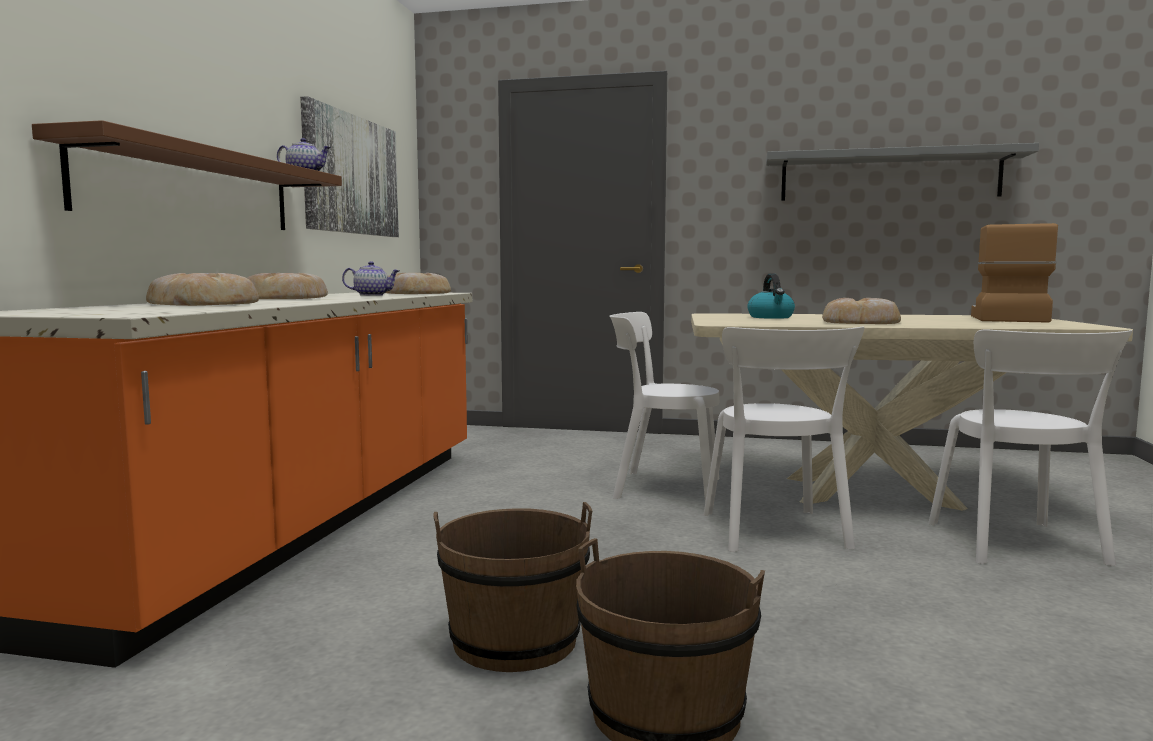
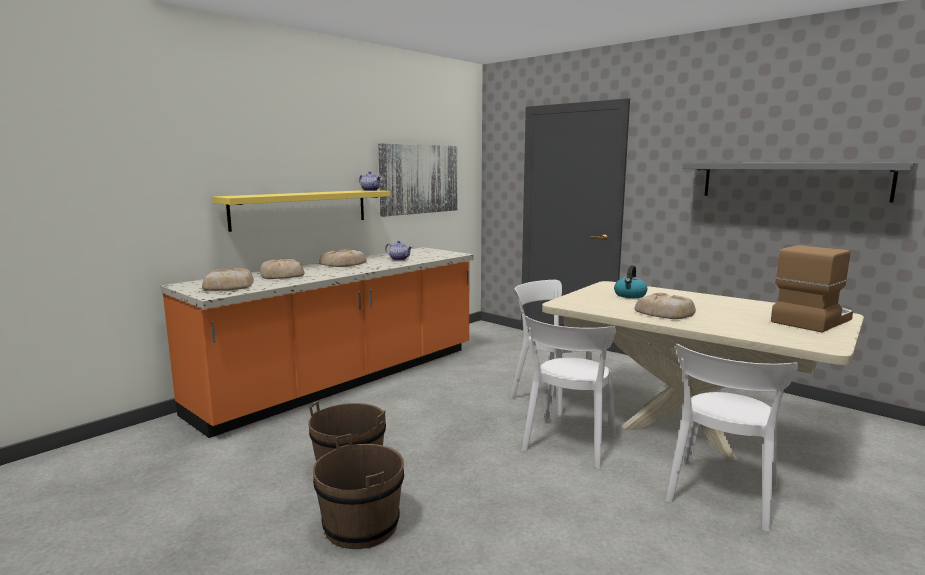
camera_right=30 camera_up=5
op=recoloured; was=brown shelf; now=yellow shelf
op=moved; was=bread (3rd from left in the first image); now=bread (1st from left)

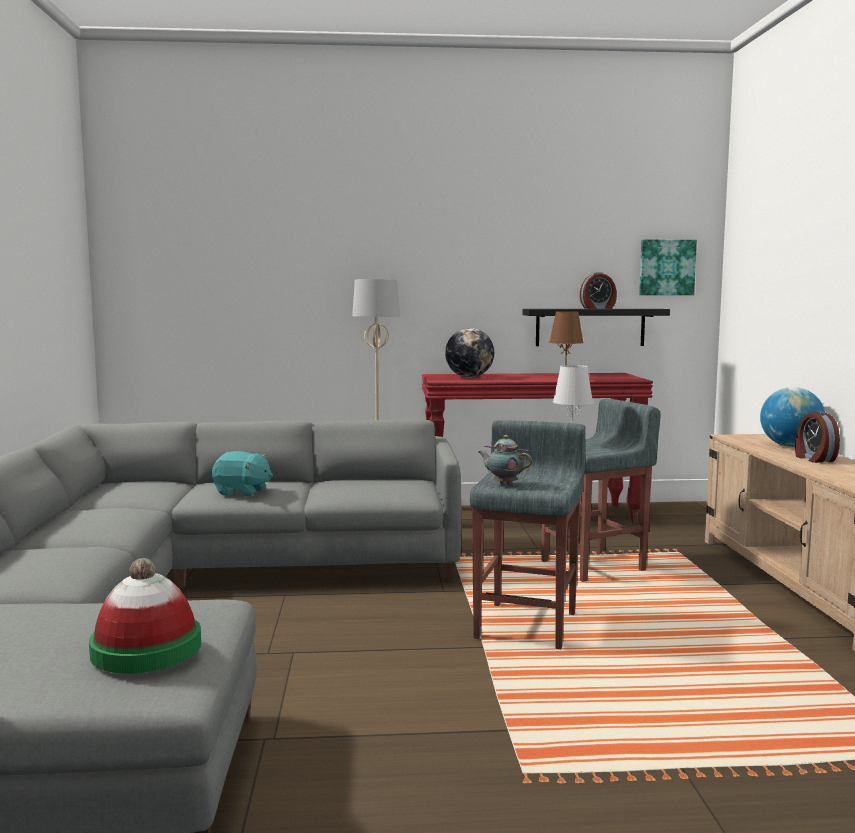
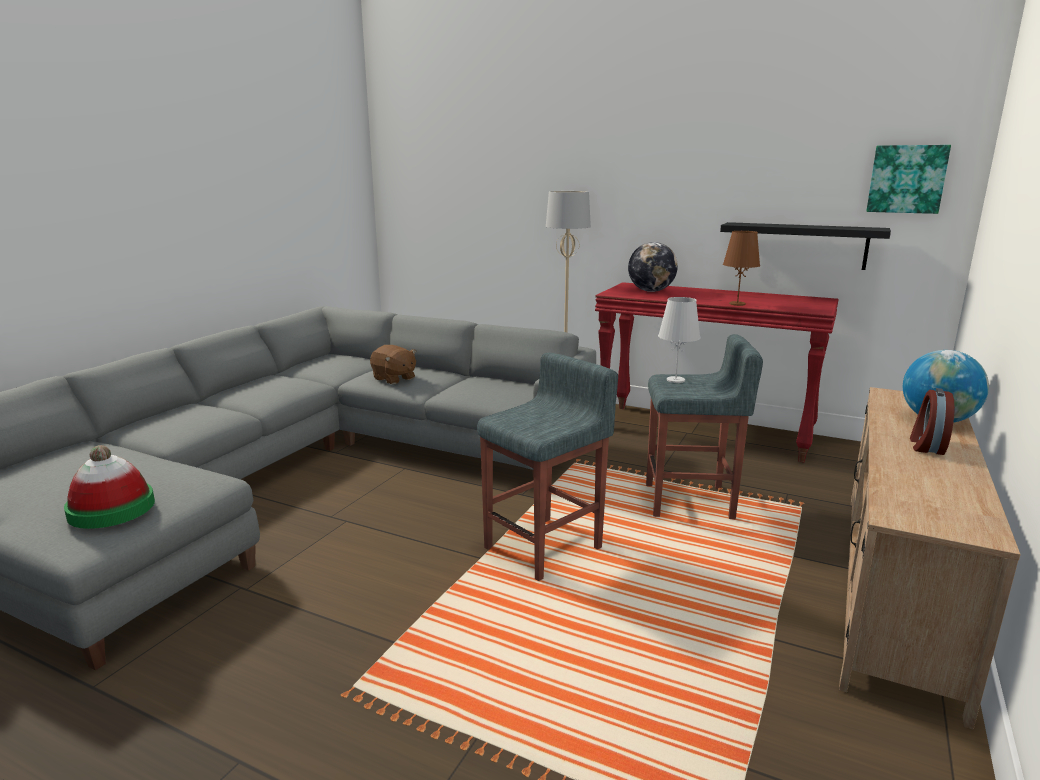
camera_right=30 camera_up=10
op=recoloured; was=turquoise plush toy; now=brown plush toy
op=removed; was=teapot
op=removed; was=alarm clock (1st from left)

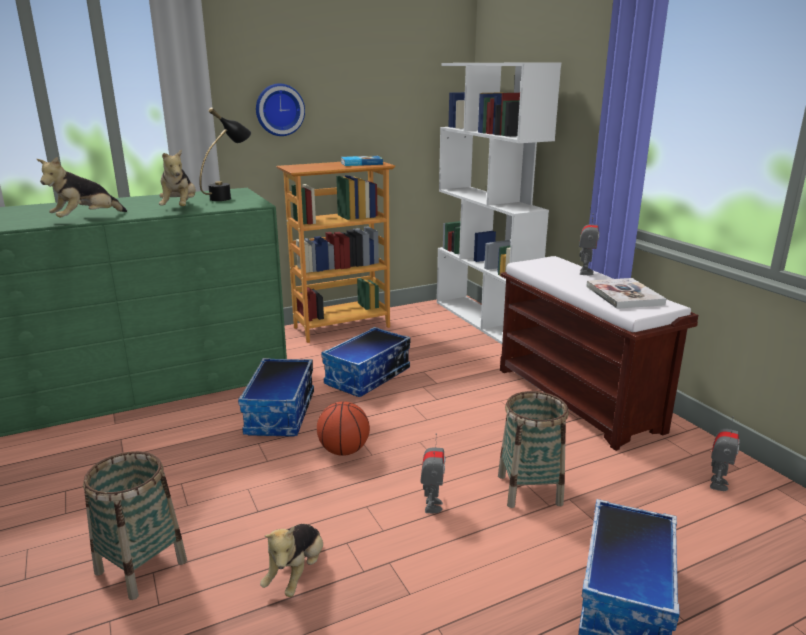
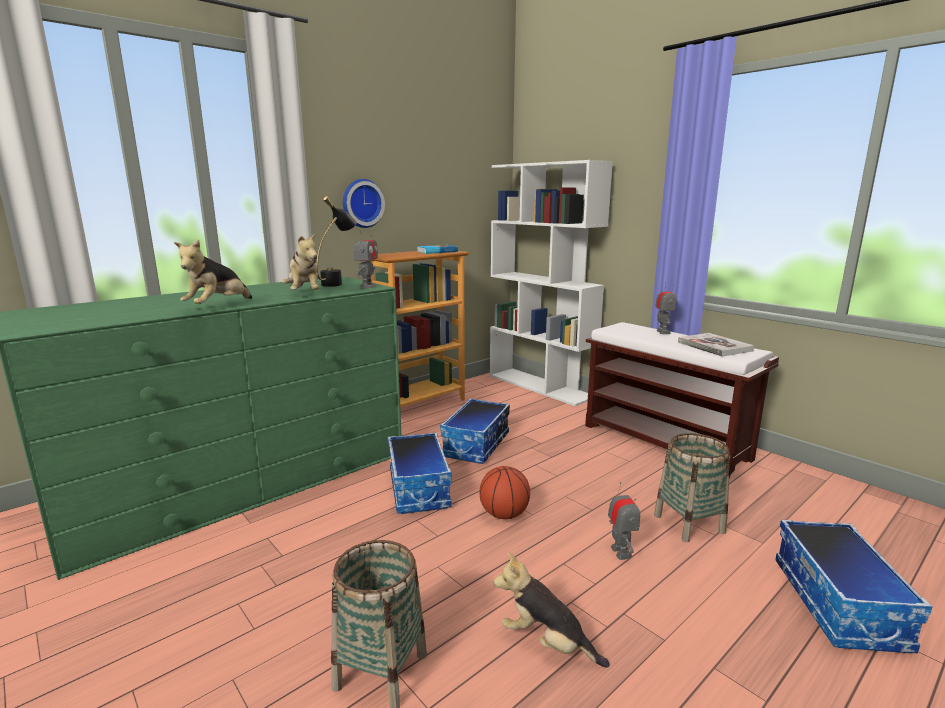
camera_right=-15 camera_up=-5
op=turned; was=plush toy (3rd from left); clockwise=120
op=moved; was=toy robot (3rd from left in the first image); now=toy robot (1st from left)

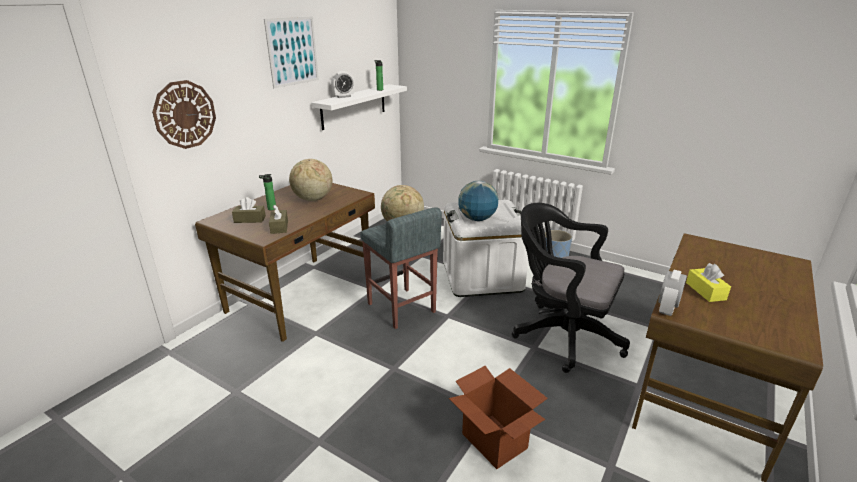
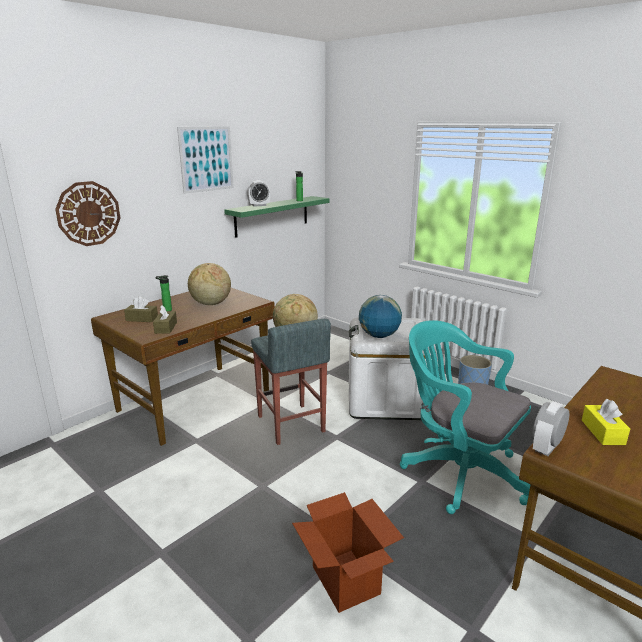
camera_right=10 camera_up=-5
op=recoloured; was=white shelf; now=green shelf
op=recoloured; was=black office chair; now=turquoise office chair

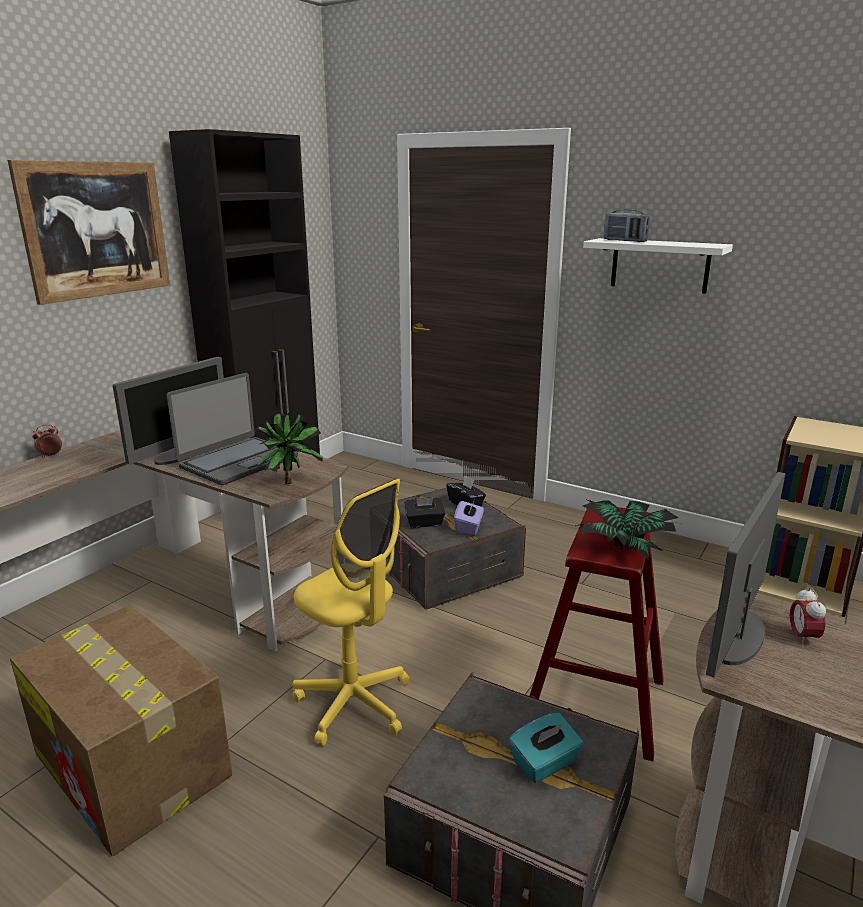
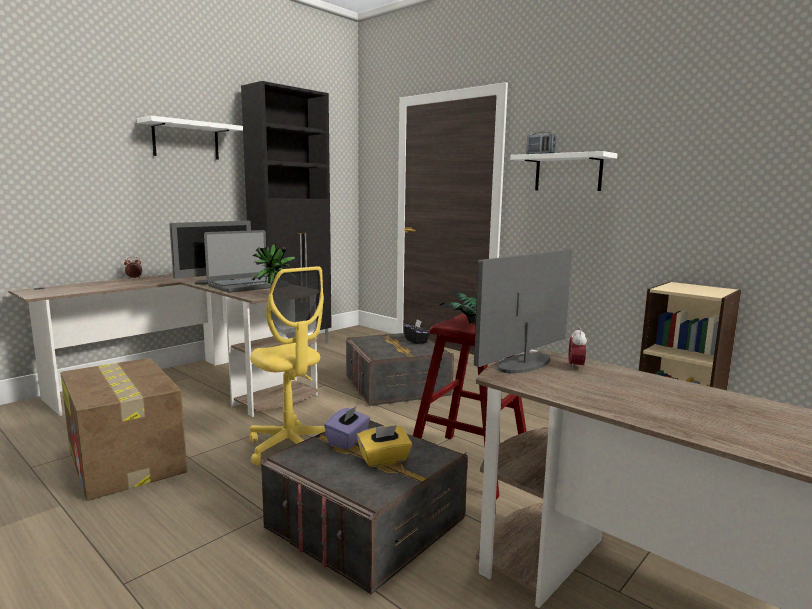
camera_right=10 camera_up=-10
op=replaced; was=picture; now=white shelf (1st from left)
op=removed; was=black tissue box (1st from left)
op=moved; was=purple tissue box
op=recoloured; was=turquoise tissue box; now=yellow tissue box

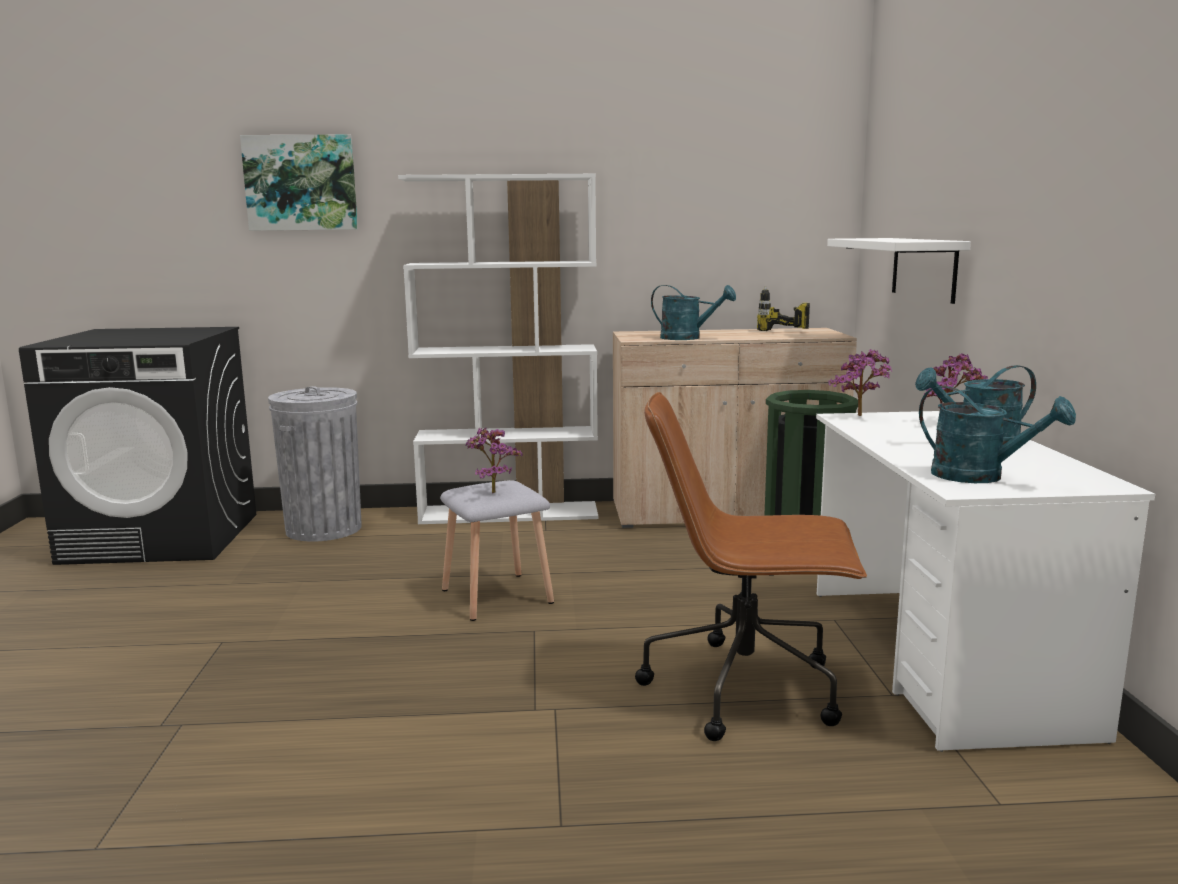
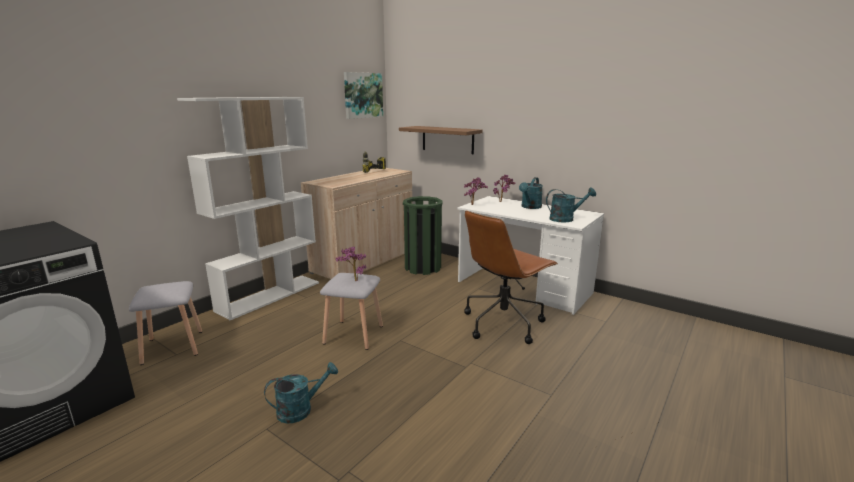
camera_right=-50 camera_up=5
op=moved; was=picture
op=replaced; was=grey trash can; now=grey stool (1st from left)
op=moved; was=turquoise watering can (1st from left)
op=recoloured; was=white shelf; now=brown shelf

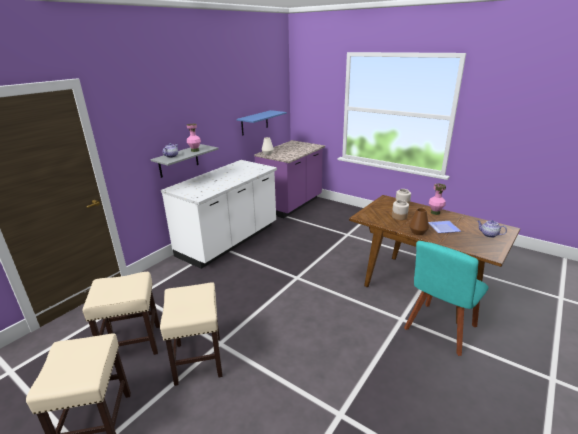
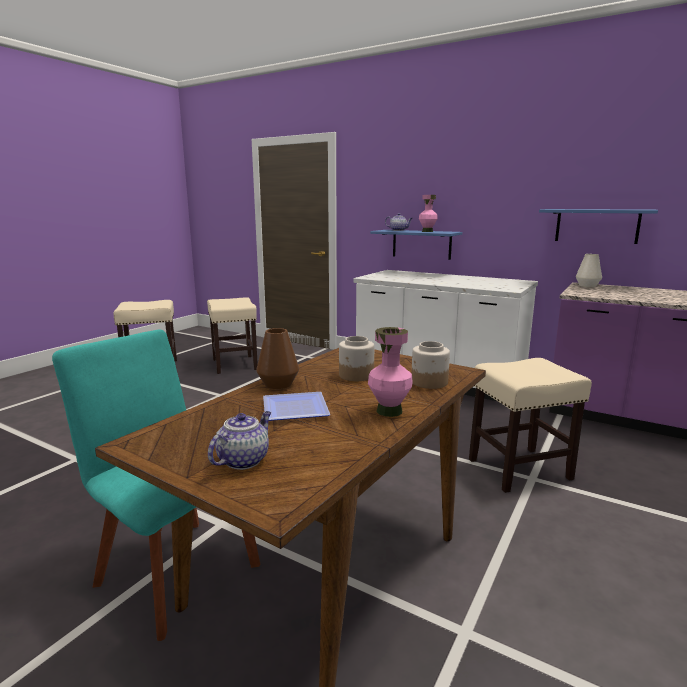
camera_right=85 camera_up=-10
op=recoloured; was=grey shelf; now=blue shelf (1st from left)
op=moved; was=beige stool (3rd from left)

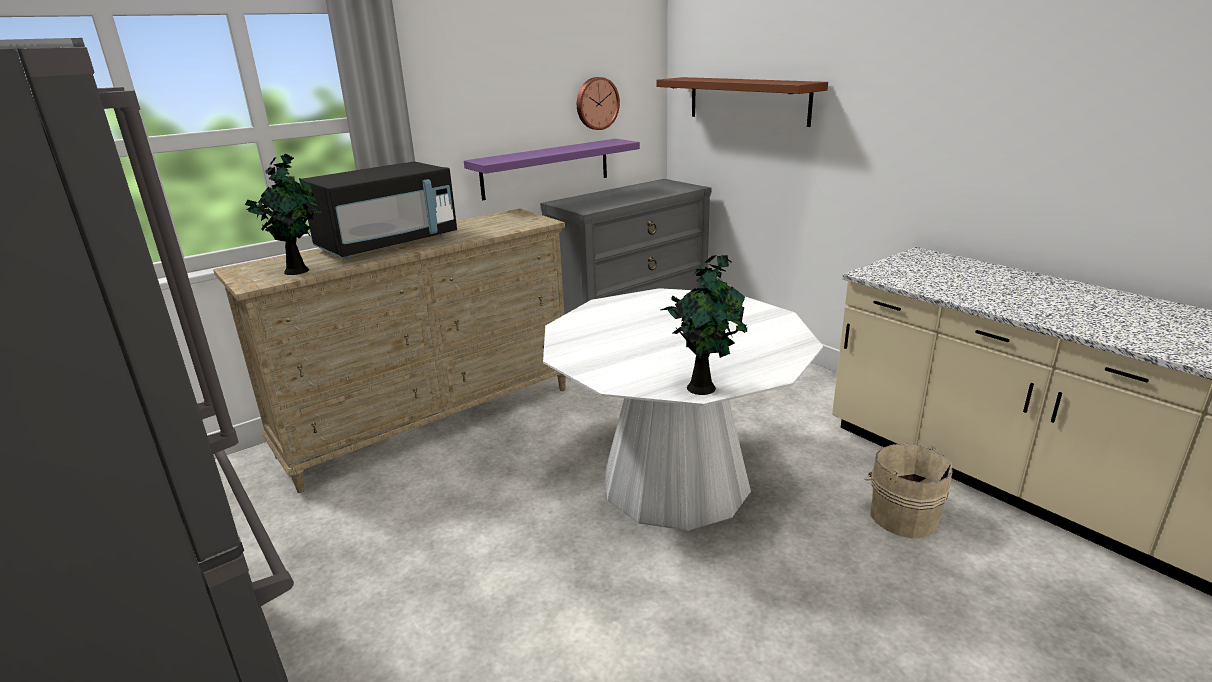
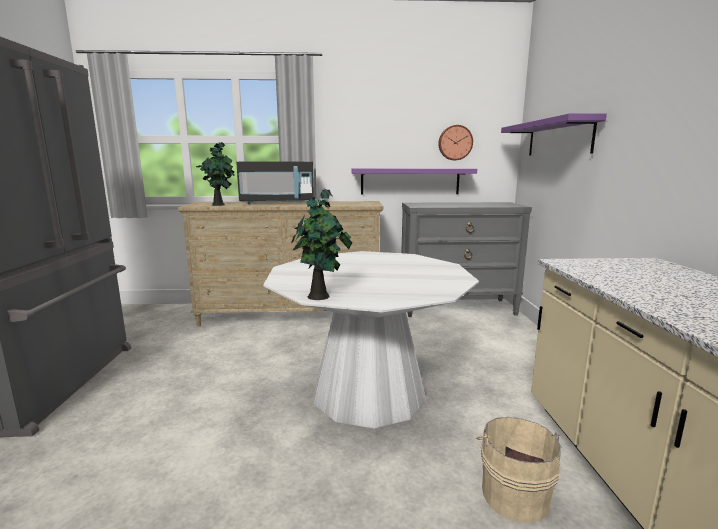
camera_right=35 camera_up=-10
op=recoloured; was=brown shelf; now=purple shelf (2nd from left)

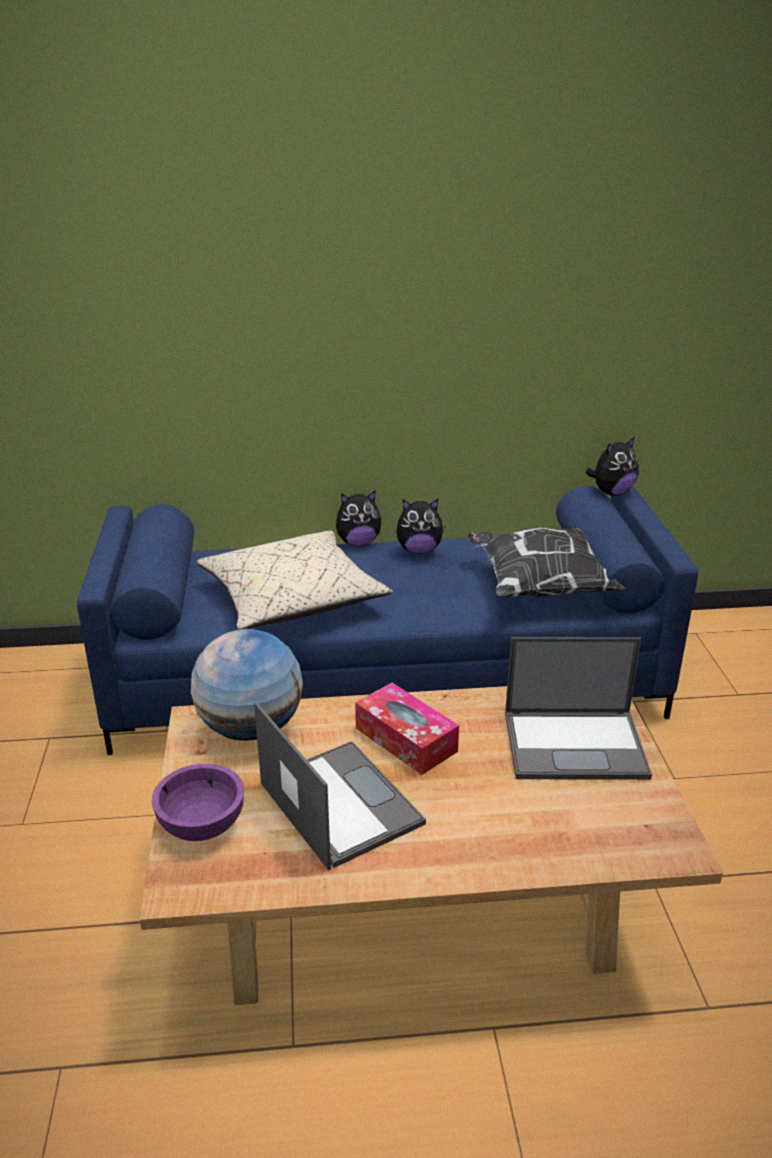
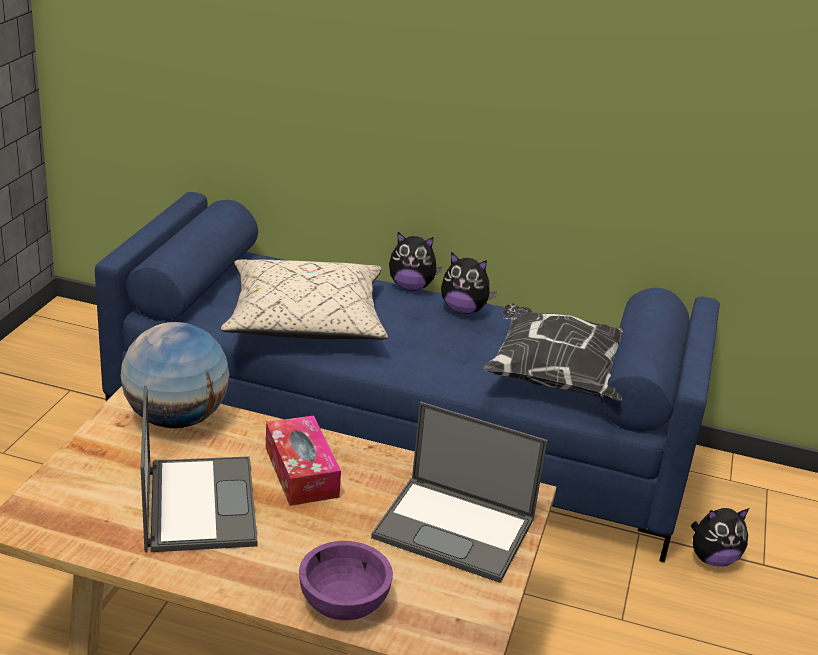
camera_right=20 camera_up=0
op=moved; was=purple bowl
op=moved; was=plush toy (3rd from left)

